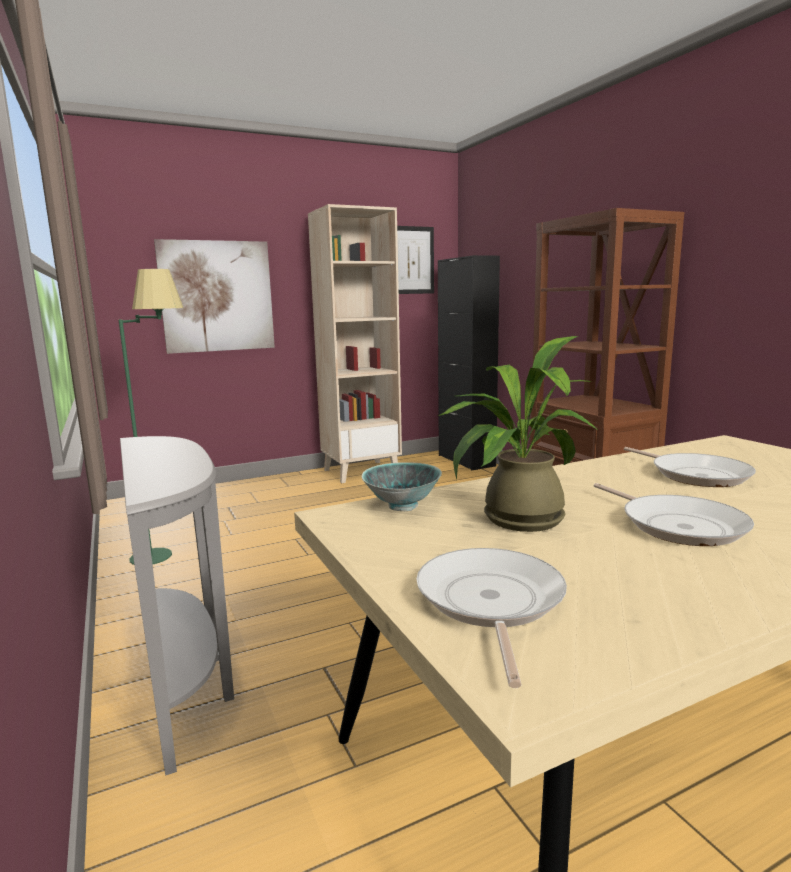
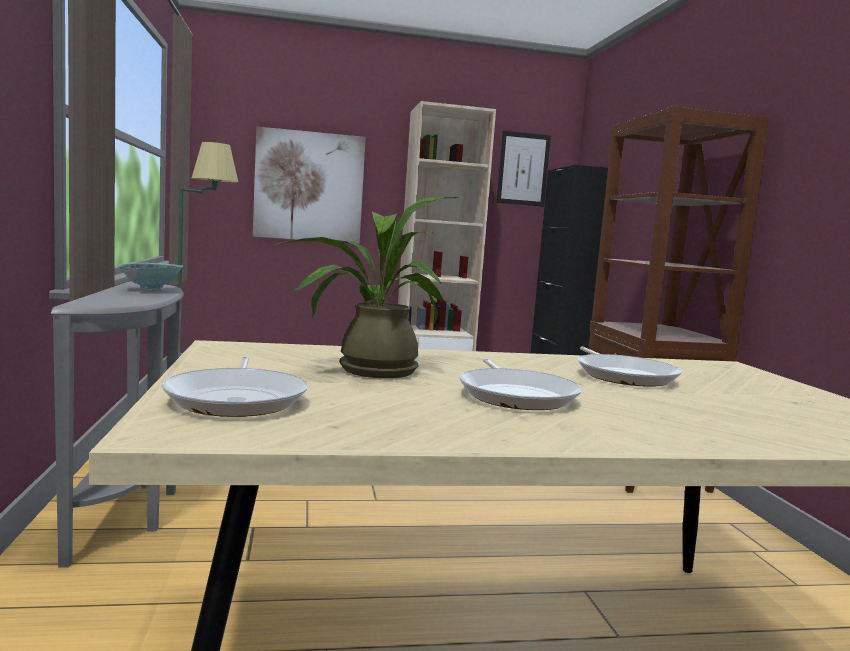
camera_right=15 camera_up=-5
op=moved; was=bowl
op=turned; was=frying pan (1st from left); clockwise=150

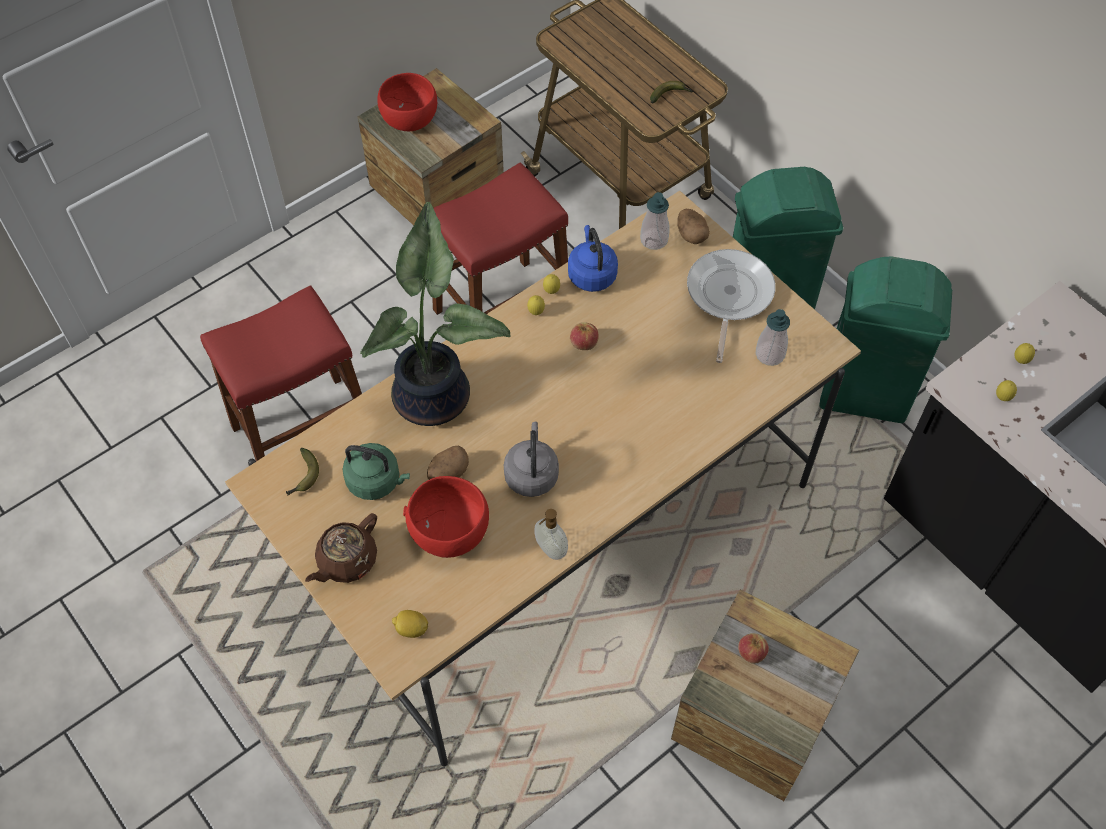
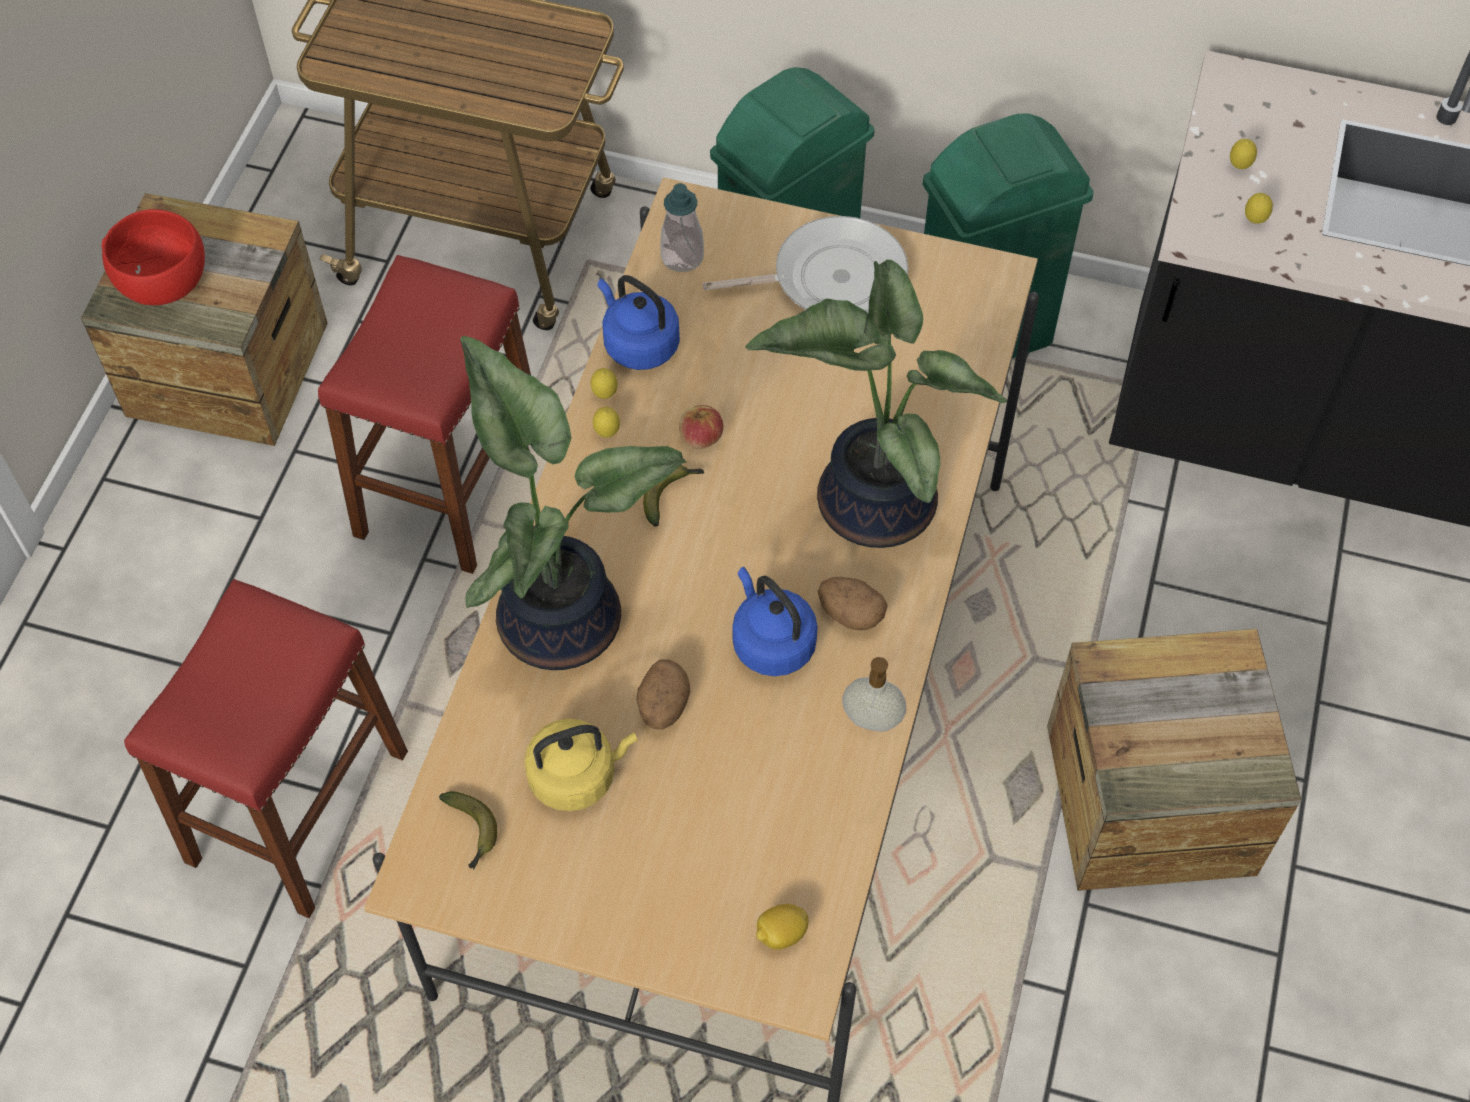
camera_right=-35 camera_up=0
op=removed; was=brown teapot
op=recoloured; was=green kettle; now=yellow kettle
op=removed; was=red bowl (2nd from left)
op=recoloured; was=grey kettle; now=blue kettle (2nd from left)
op=moved; was=banana (2nd from left)
op=moved; was=potato (2nd from left)
op=turned; was=frying pan; clockwise=105
op=removed; was=apple (2nd from left)
op=removed; was=soap dispenser (3rd from left)
op=added; now=potted plant (2nd from left)

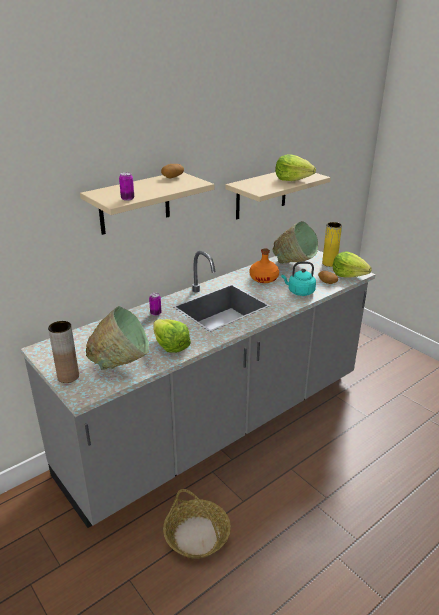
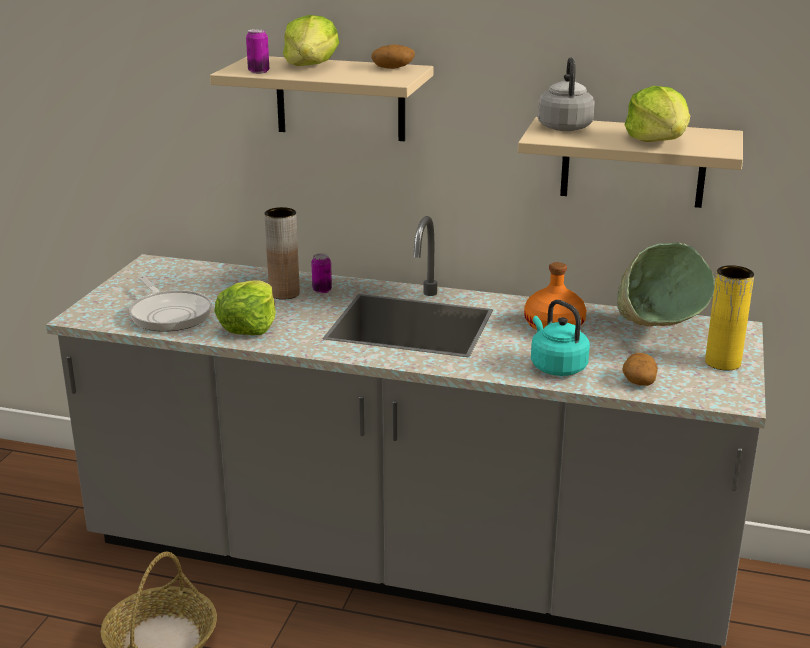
camera_right=55 camera_up=-5
op=moved; was=brown vase
op=replaced; was=green bowl (1st from left); now=frying pan
op=moved; was=lettuce (3rd from left in the first image); now=lettuce (2nd from left)
op=added; now=grey kettle

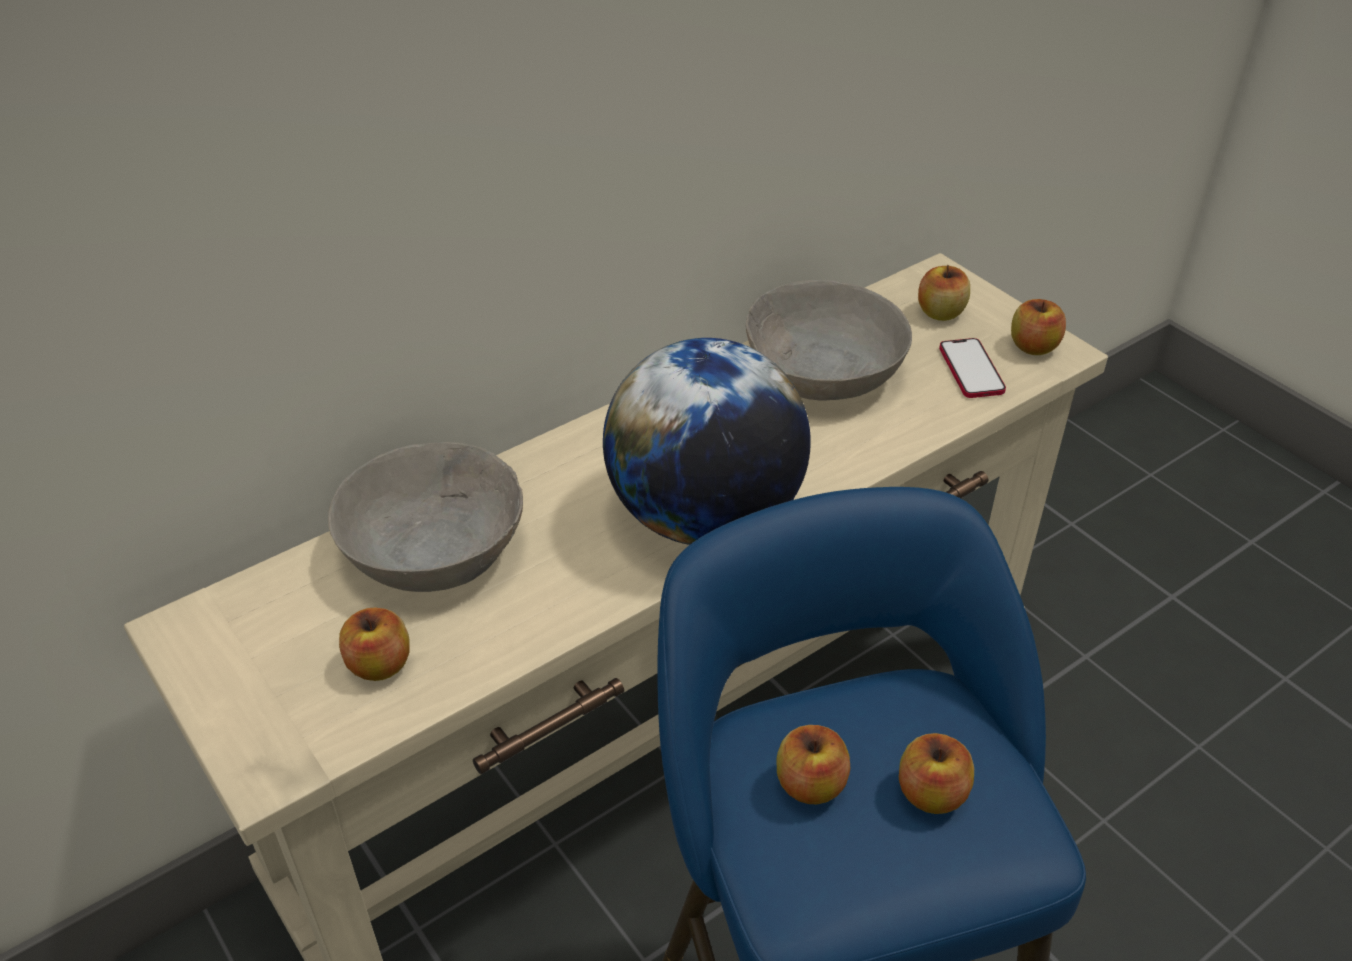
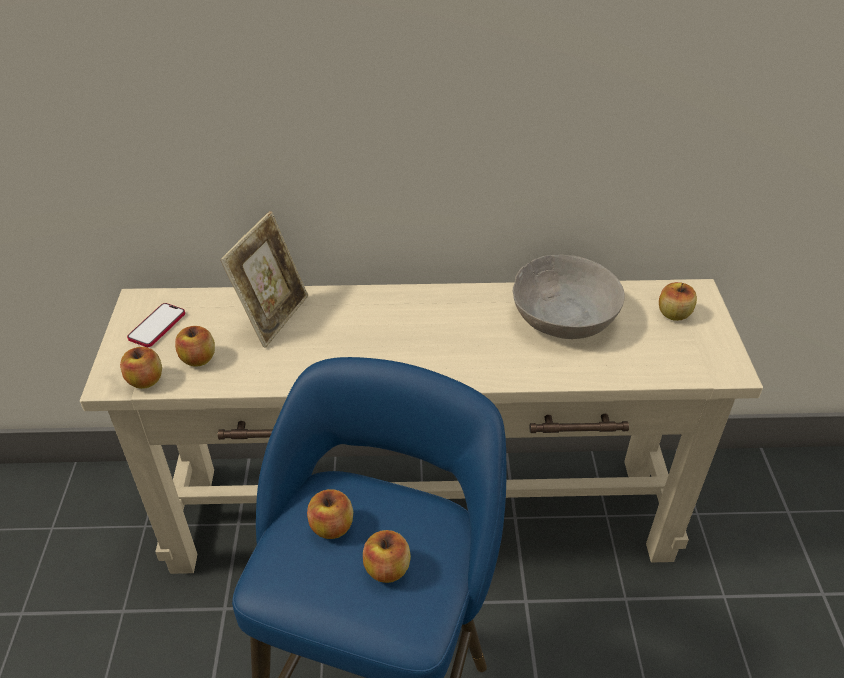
camera_right=35 camera_up=0
op=replaced; was=grey bowl (1st from left); now=picture frame
op=removed; was=globe
op=moved; was=phone
op=moved; was=apple (5th from left in the first image); now=apple (1st from left)

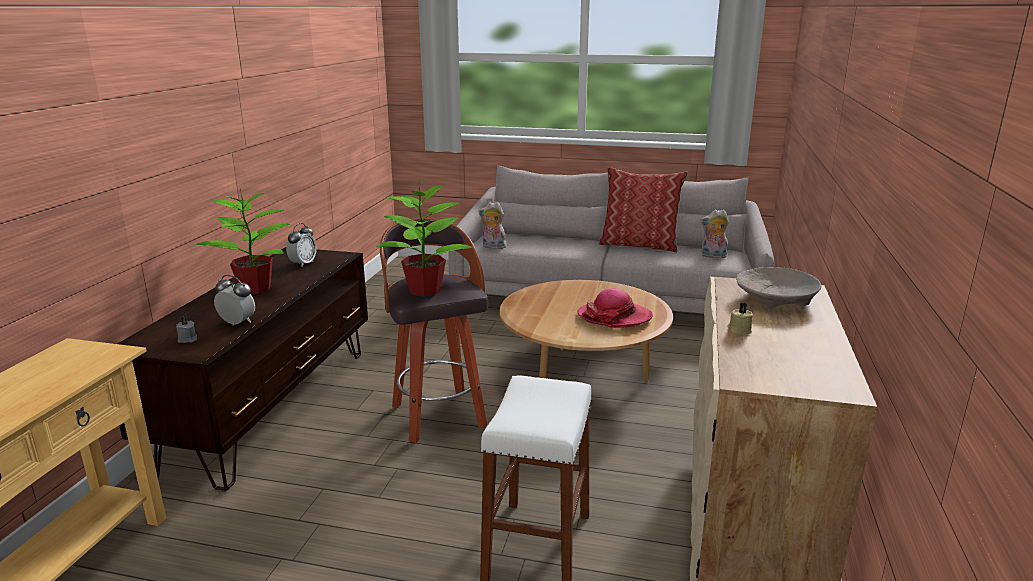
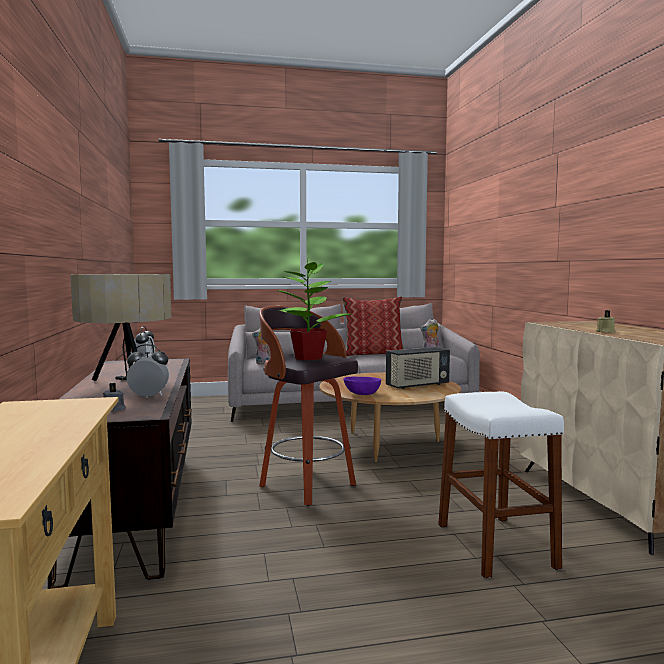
camera_right=-25 camera_up=-15
op=replaced; was=potted plant (1st from left); now=beige table lamp
op=replaced; was=hat; now=radio
op=removed; was=beige bowl
op=added; now=purple bowl

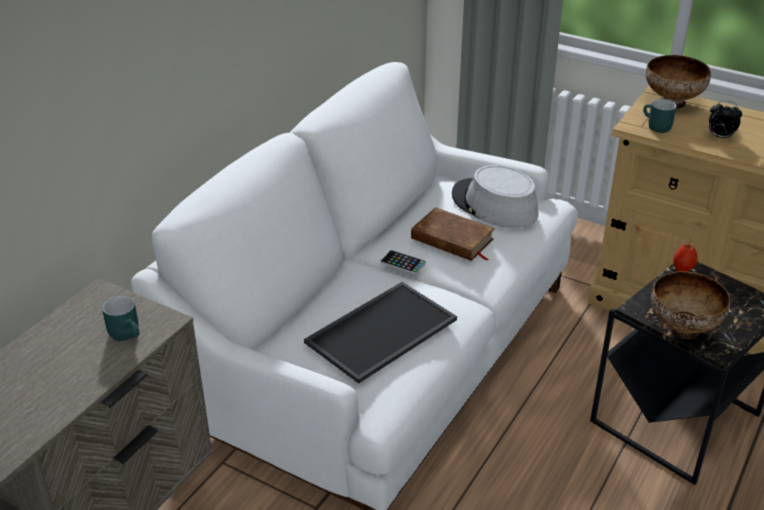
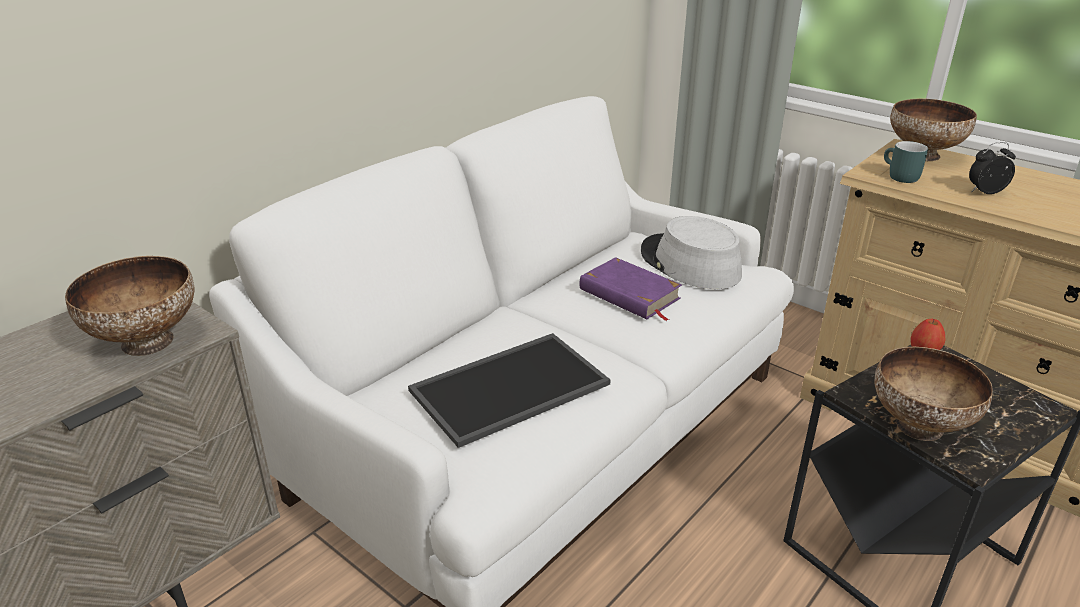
camera_right=10 camera_up=-5
op=replaced; was=turquoise mug (1st from left); now=bowl (1st from left)
op=removed; was=phone
op=recoloured; was=brown book; now=purple book
op=turned; was=alarm clock; clockwise=135

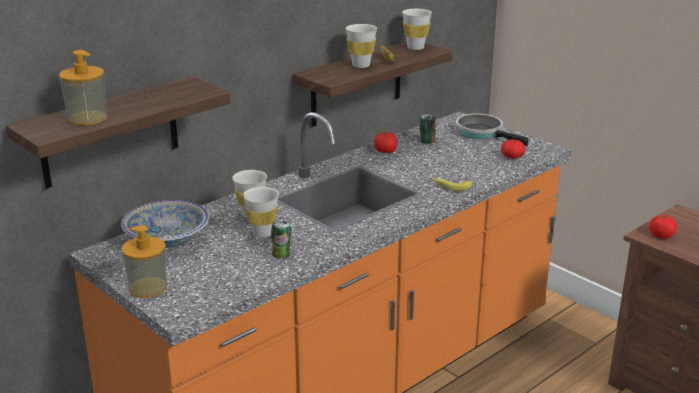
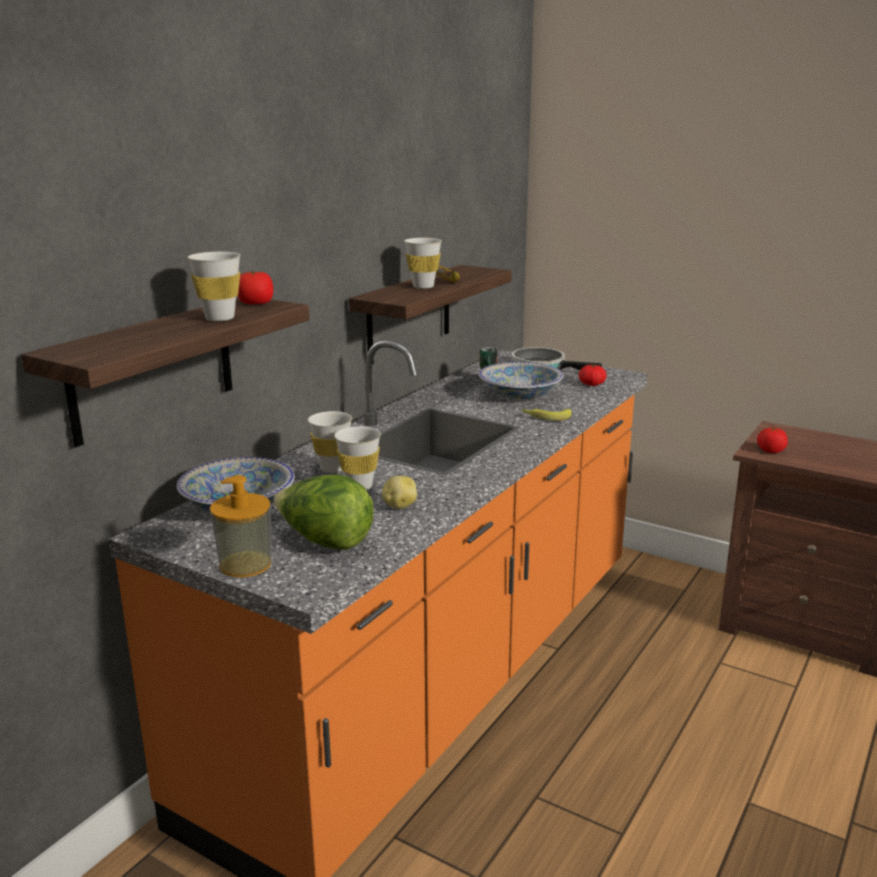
camera_right=-15 camera_up=-5
op=removed; was=soap dispenser (1st from left)
op=replaced; was=can (1st from left); now=potato
op=moved; was=tomato (1st from left)
op=moved; was=white cup (4th from left in the first image); now=white cup (1st from left)
op=added; now=lettuce
op=added; now=bowl (2nd from left)

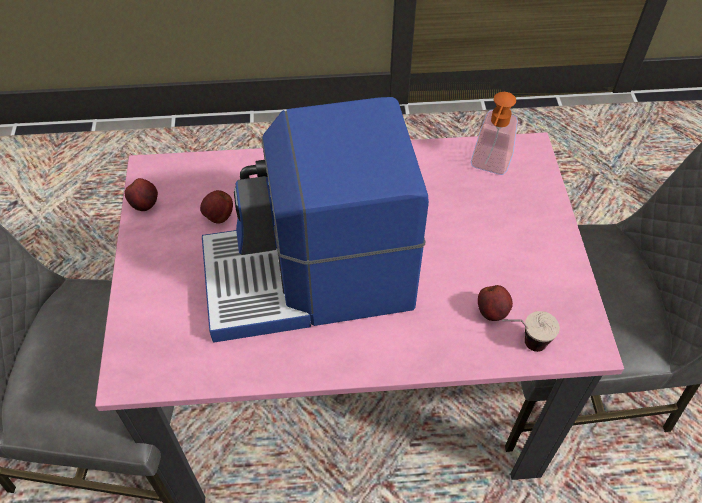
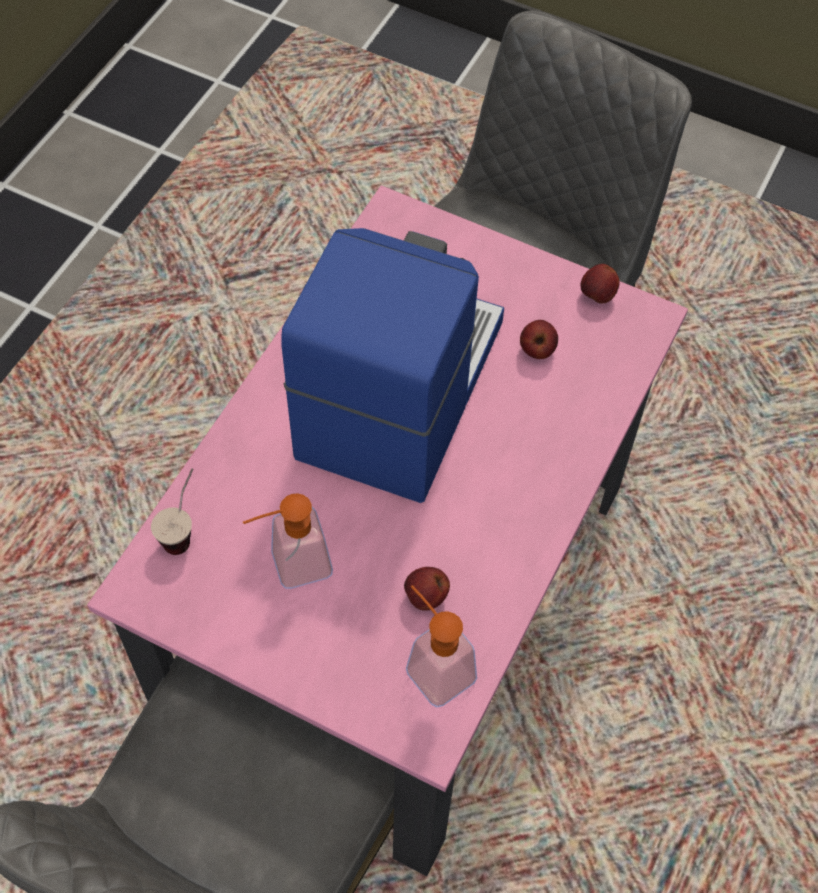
camera_right=120 camera_up=5
op=moved; was=apple (3rd from left in the first image); now=apple (1st from left)
op=added; now=soap dispenser (1st from left)

